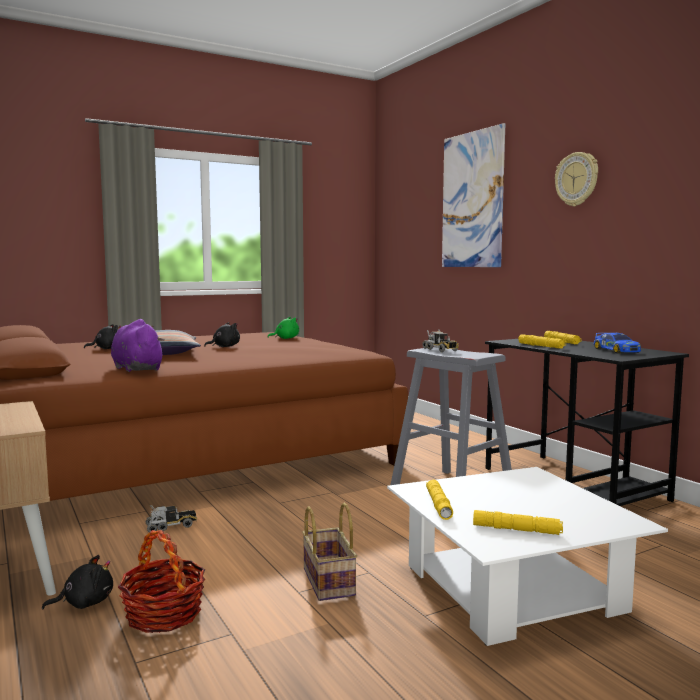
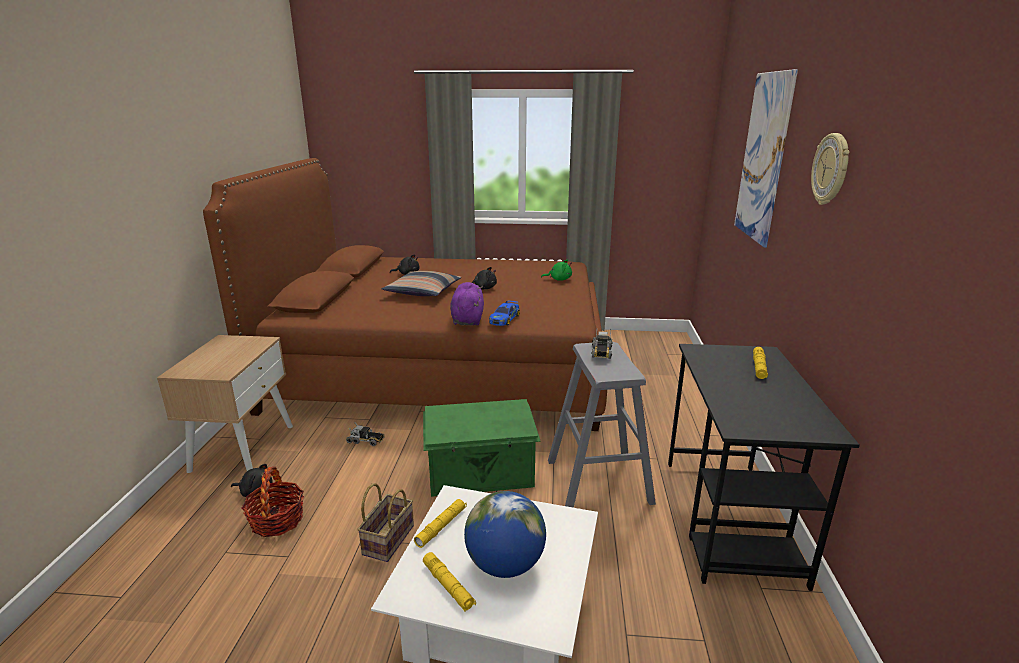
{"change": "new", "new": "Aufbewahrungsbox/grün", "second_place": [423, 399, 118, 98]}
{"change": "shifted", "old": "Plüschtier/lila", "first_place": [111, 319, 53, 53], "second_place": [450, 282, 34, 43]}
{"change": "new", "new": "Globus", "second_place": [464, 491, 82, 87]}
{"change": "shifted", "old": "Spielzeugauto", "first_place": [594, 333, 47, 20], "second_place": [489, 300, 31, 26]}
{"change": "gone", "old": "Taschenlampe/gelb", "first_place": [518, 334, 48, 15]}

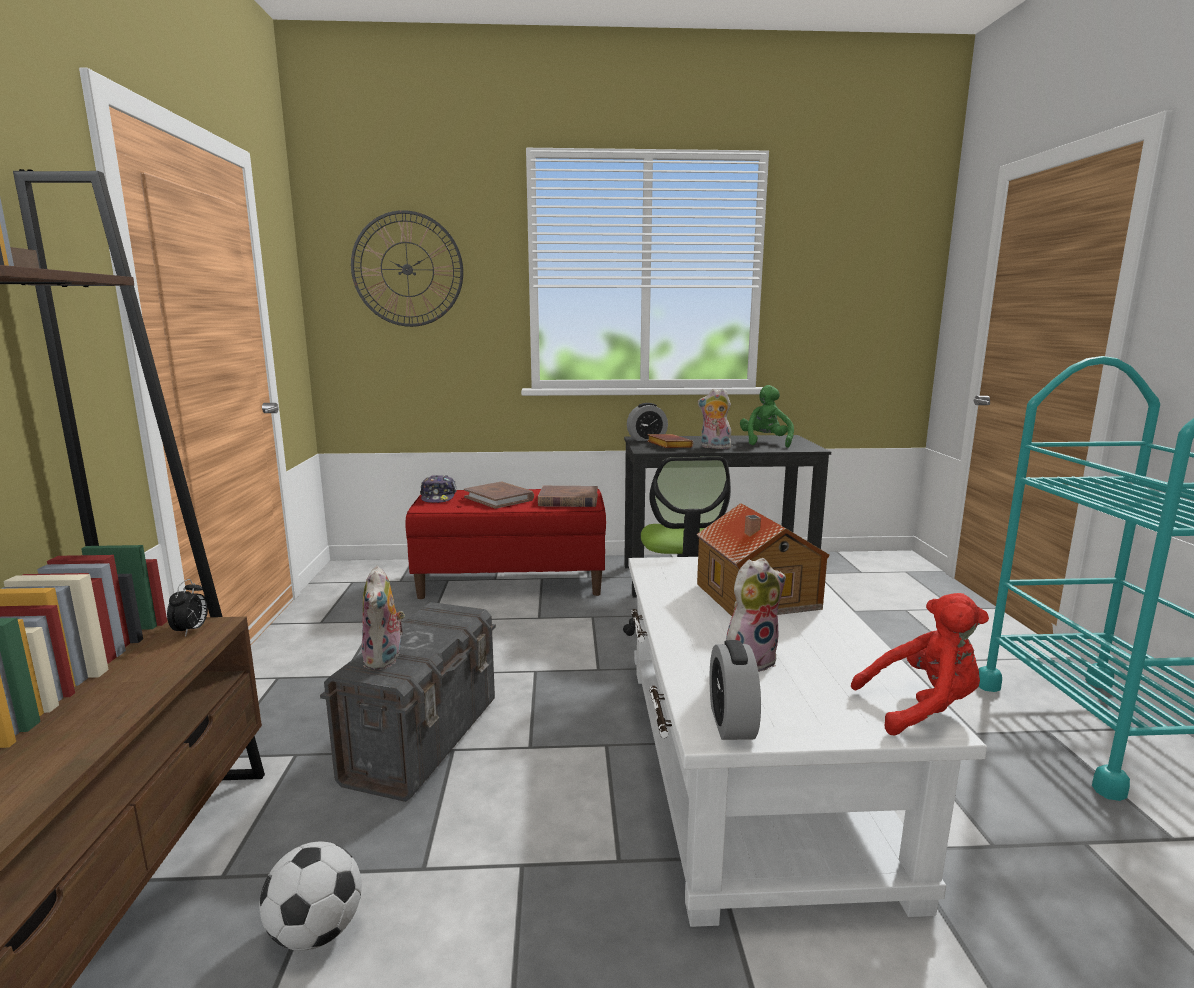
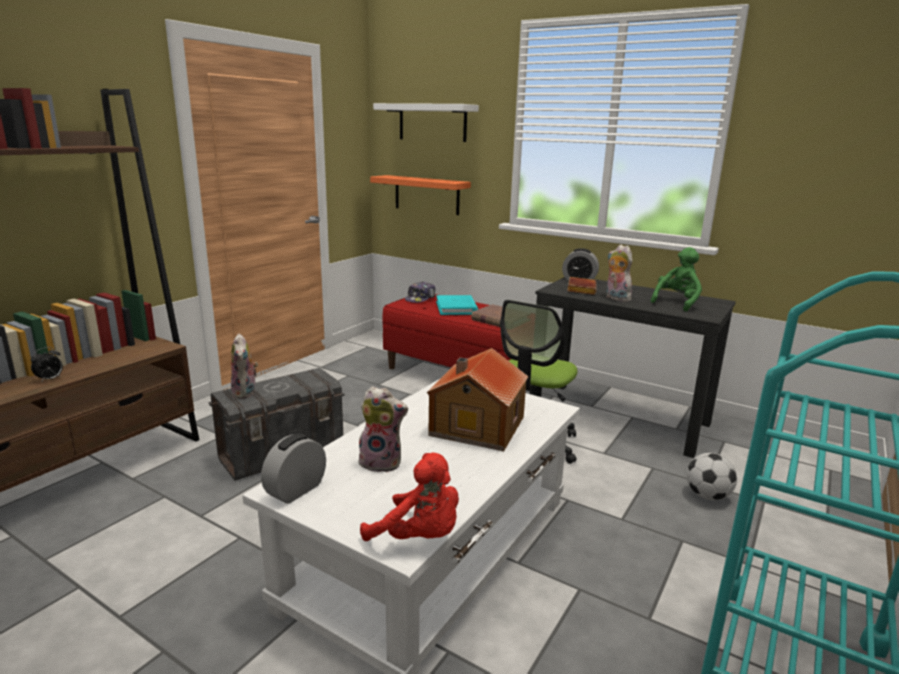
{"change": "shifted", "old": "Wecker", "first_place": [167, 579, 41, 58], "second_place": [31, 347, 32, 36]}
{"change": "rotated", "old": "Plüschtier", "first_place": [362, 566, 43, 104], "second_place": [231, 334, 27, 65], "degrees": -45}
{"change": "new", "new": "Wandregal/orange", "second_place": [370, 175, 101, 40]}
{"change": "swapped", "old": "Wanduhr", "new": "Wandregal/weiß", "first_place": [351, 210, 112, 117], "second_place": [373, 103, 106, 39]}
{"change": "repainted", "old": "Buch/braun", "new": "Buch/türkis", "first_place": [464, 482, 70, 27], "second_place": [436, 295, 42, 20]}
{"change": "shifted", "old": "Fußball", "first_place": [260, 841, 102, 110], "second_place": [687, 453, 50, 47]}

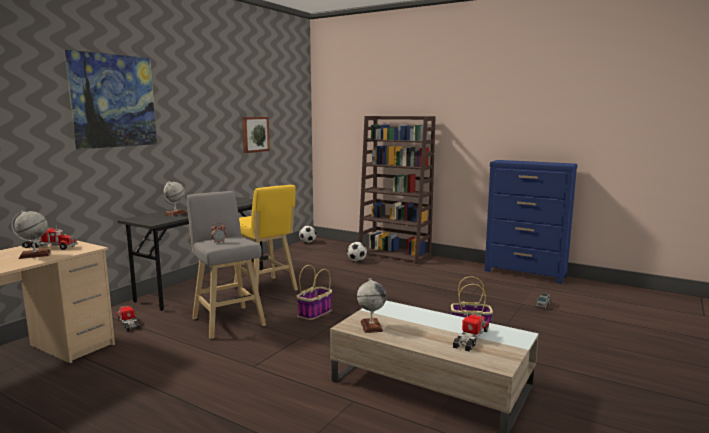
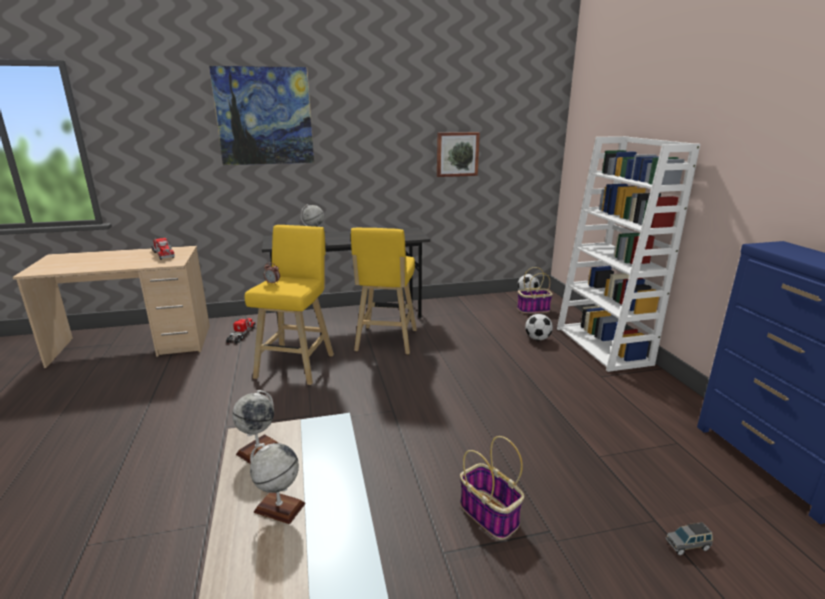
{"change": "repainted", "old": "Hocker/grau", "new": "Hocker/gelb", "first_place": [187, 191, 79, 148], "second_place": [245, 225, 89, 160]}
{"change": "shifted", "old": "Globus", "first_place": [11, 210, 40, 49], "second_place": [250, 443, 55, 81]}
{"change": "shifted", "old": "Korb", "first_place": [296, 265, 36, 55], "second_place": [517, 267, 36, 46]}
{"change": "repainted", "old": "Bücherregal/braun", "new": "Bücherregal/weiß", "first_place": [359, 116, 77, 148], "second_place": [557, 136, 143, 236]}
{"change": "gone", "old": "Spielzeuglaster", "first_place": [453, 311, 36, 41]}

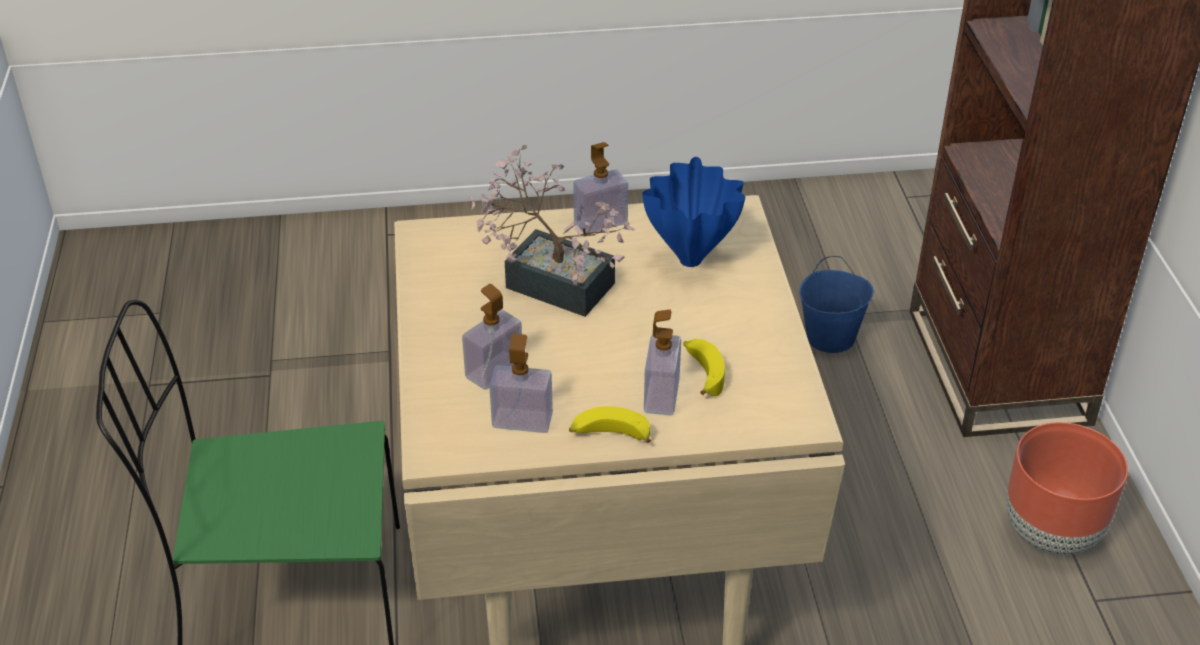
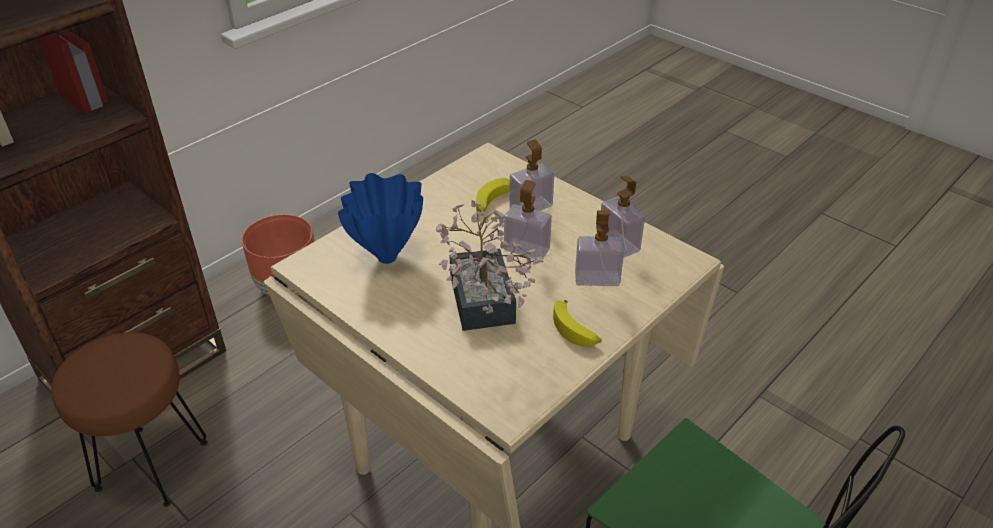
{"change": "swapped", "old": "Eimer/blau", "new": "Hocker/braun", "first_place": [799, 256, 75, 97], "second_place": [51, 332, 157, 175]}
{"change": "shifted", "old": "Seifenspender", "first_place": [573, 142, 55, 92], "second_place": [504, 180, 48, 79]}
{"change": "shifted", "old": "Banane", "first_place": [569, 406, 82, 37], "second_place": [553, 300, 49, 47]}

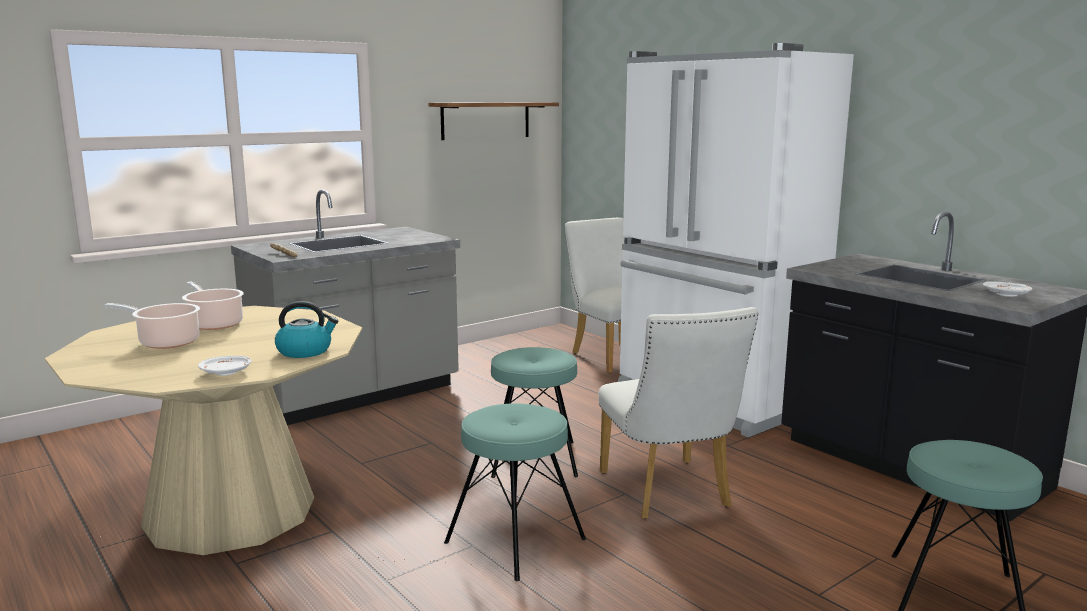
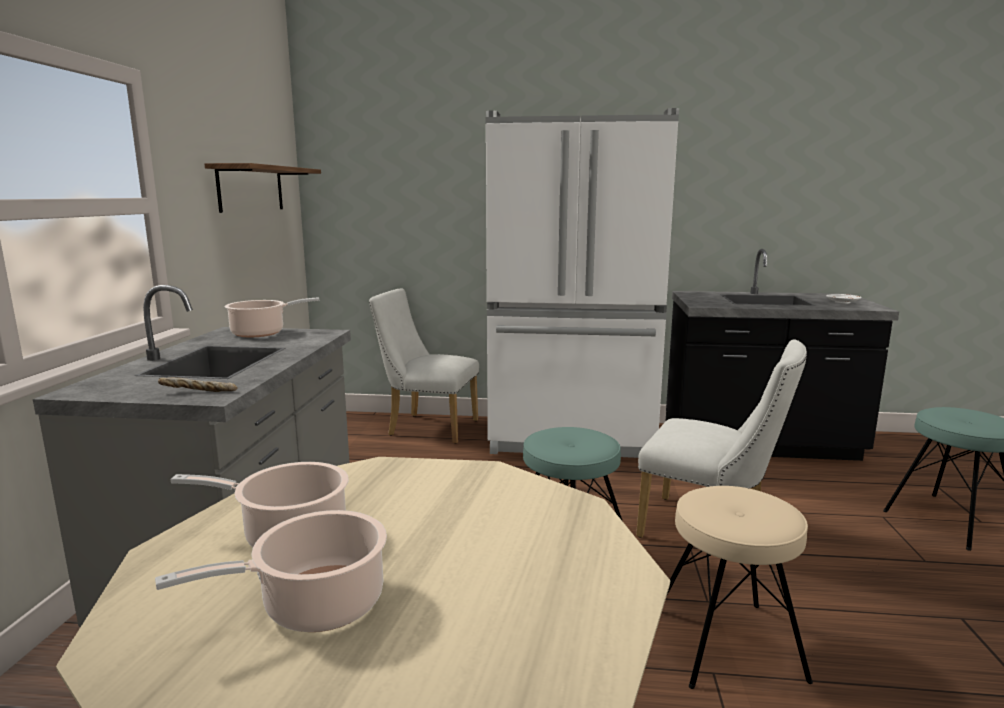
{"change": "new", "new": "Kochtopf", "second_place": [224, 298, 95, 39]}
{"change": "repainted", "old": "Hocker/türkis", "new": "Hocker/beige", "first_place": [444, 403, 142, 178], "second_place": [666, 486, 147, 203]}
{"change": "gone", "old": "Teller/weiß", "first_place": [198, 356, 53, 20]}
{"change": "gone", "old": "Wasserkessel", "first_place": [275, 301, 63, 57]}

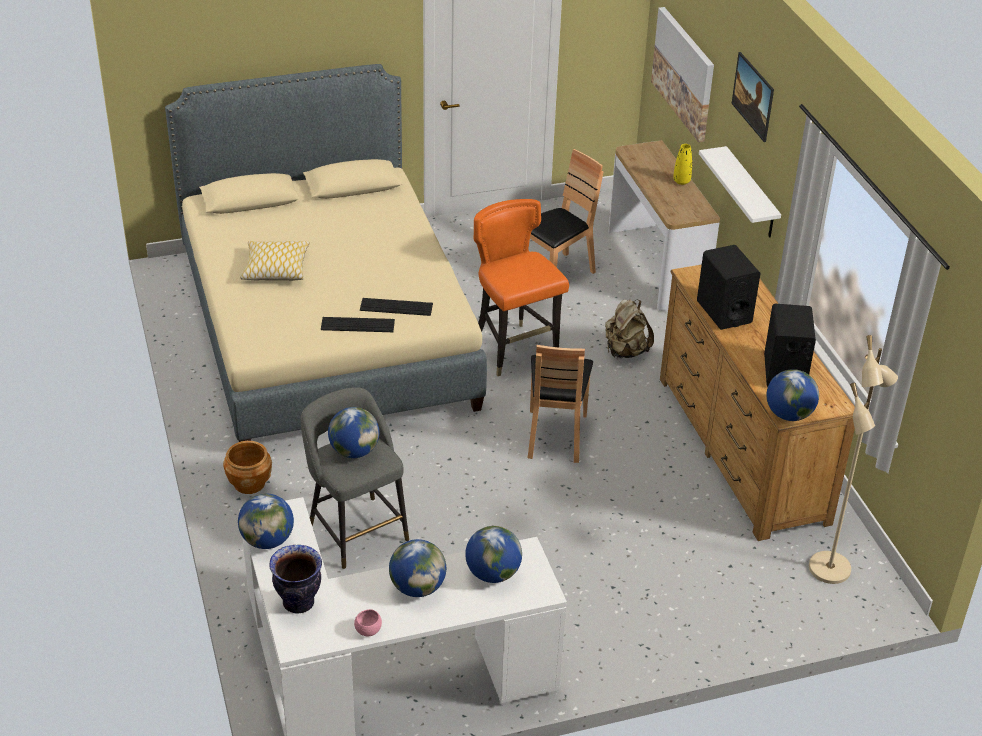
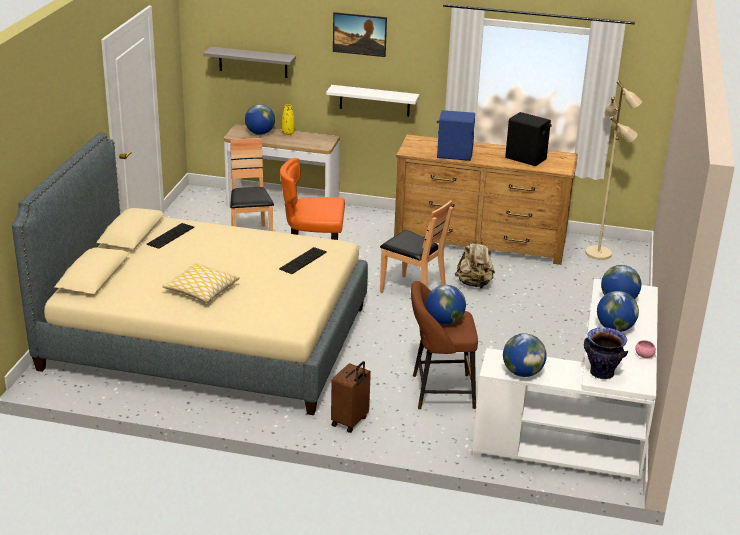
{"change": "shifted", "old": "Tastatur", "first_place": [321, 317, 74, 15], "second_place": [147, 223, 47, 26]}
{"change": "swapped", "old": "Bild", "new": "Wandregal/grau", "first_place": [651, 7, 63, 135], "second_place": [203, 47, 93, 31]}
{"change": "shifted", "old": "Globus", "first_place": [766, 369, 53, 52], "second_place": [245, 104, 30, 31]}
{"change": "swapped", "old": "Pflanzkübel/braun", "new": "Koffer/braun", "first_place": [223, 441, 49, 53], "second_place": [331, 361, 40, 72]}
{"change": "repainted", "old": "Hocker/grau", "new": "Hocker/braun", "first_place": [301, 387, 108, 182], "second_place": [411, 281, 67, 129]}
{"change": "repainted", "old": "Lautsprecher/schwarz", "new": "Lautsprecher/blau", "first_place": [697, 245, 64, 85], "second_place": [437, 110, 38, 51]}
{"change": "shifted", "old": "Rucksack/beige", "first_place": [605, 299, 49, 59], "second_place": [455, 238, 40, 51]}

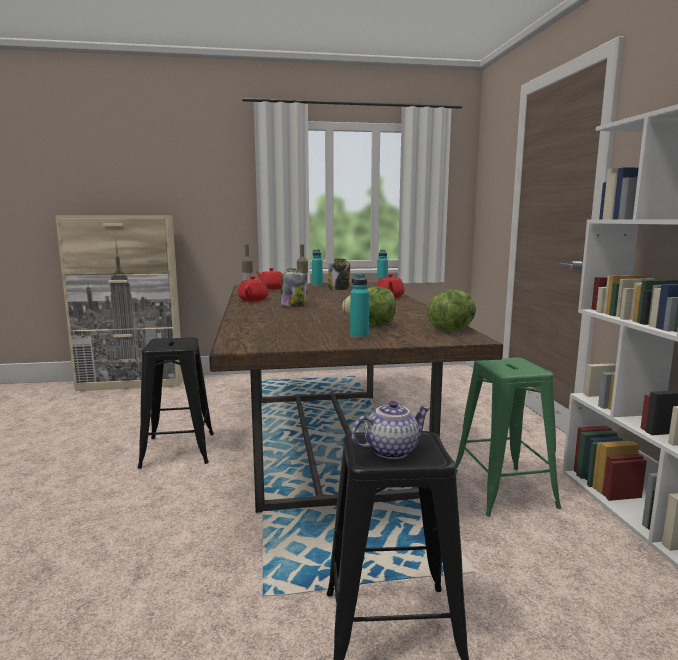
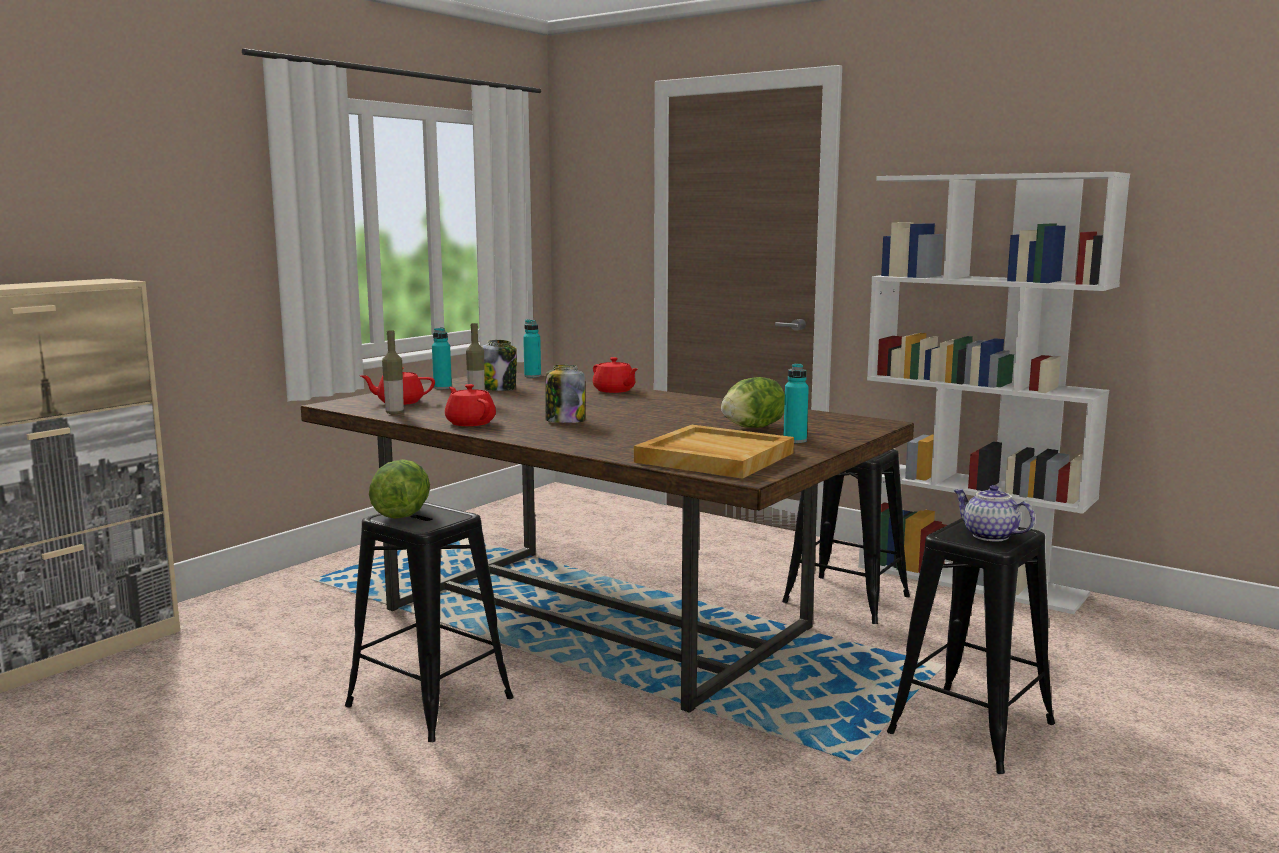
{"change": "shifted", "old": "Salatkopf", "first_place": [427, 290, 49, 41], "second_place": [369, 459, 61, 60]}
{"change": "new", "new": "Tablett/beige", "second_place": [634, 425, 160, 54]}
{"change": "repainted", "old": "Hocker/grün", "new": "Hocker/schwarz", "first_place": [455, 358, 106, 159], "second_place": [782, 449, 128, 175]}
{"change": "rotated", "old": "Teekanne", "first_place": [352, 401, 78, 58], "second_place": [953, 485, 82, 56], "degrees": -60}

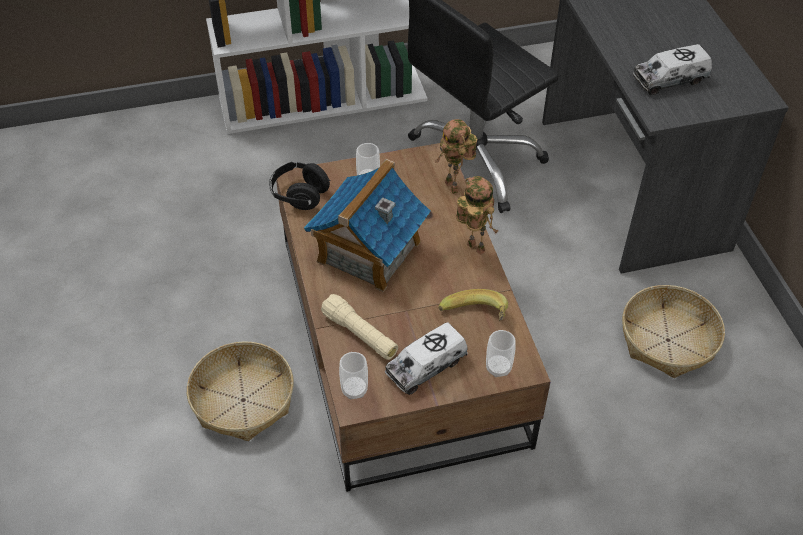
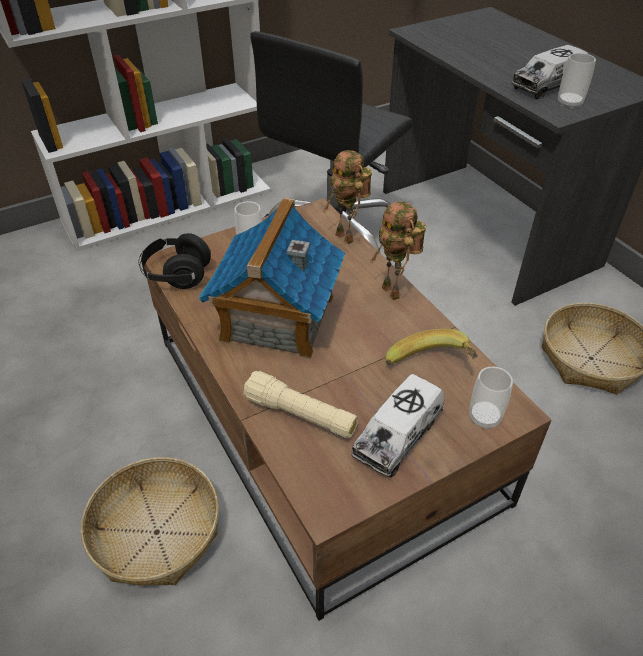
{"change": "rotated", "old": "Spielzeugroboter", "first_place": [456, 176, 42, 79], "second_place": [370, 201, 56, 99], "degrees": -150}
{"change": "shifted", "old": "Tasse", "first_place": [339, 352, 29, 47], "second_place": [558, 53, 38, 56]}

